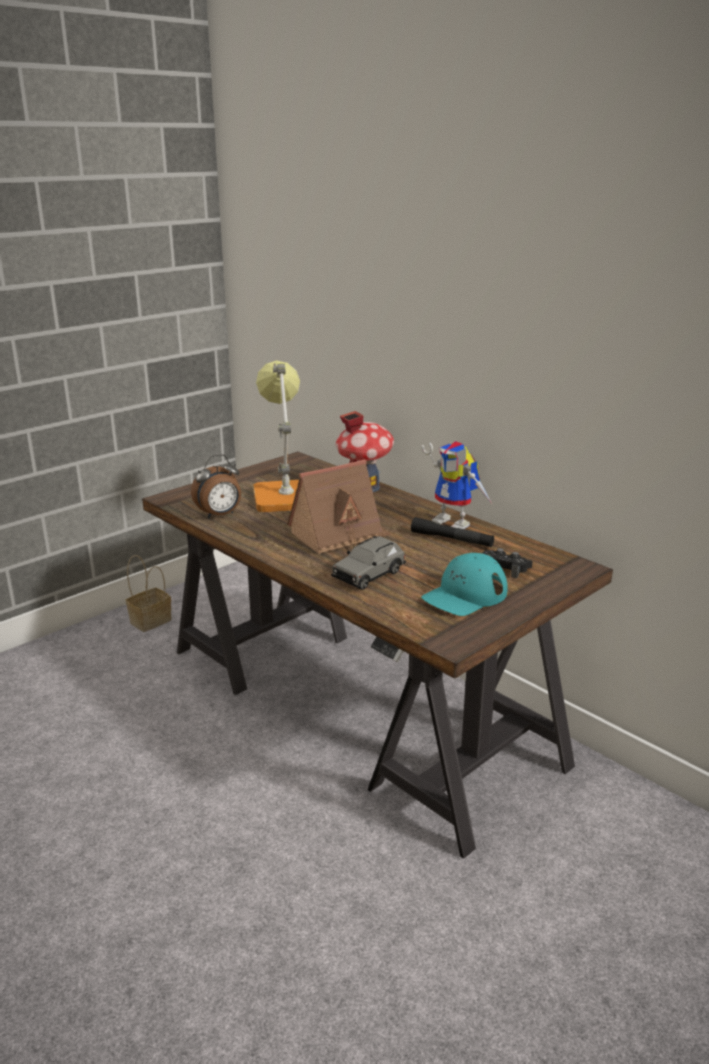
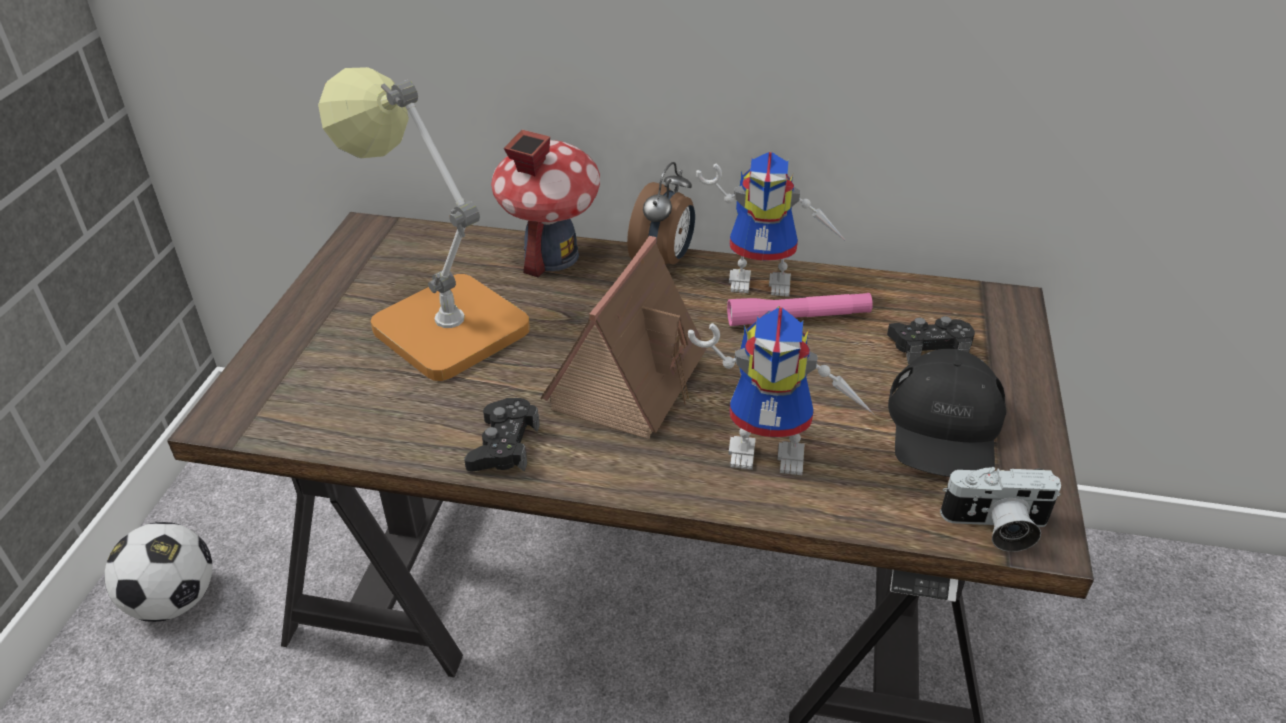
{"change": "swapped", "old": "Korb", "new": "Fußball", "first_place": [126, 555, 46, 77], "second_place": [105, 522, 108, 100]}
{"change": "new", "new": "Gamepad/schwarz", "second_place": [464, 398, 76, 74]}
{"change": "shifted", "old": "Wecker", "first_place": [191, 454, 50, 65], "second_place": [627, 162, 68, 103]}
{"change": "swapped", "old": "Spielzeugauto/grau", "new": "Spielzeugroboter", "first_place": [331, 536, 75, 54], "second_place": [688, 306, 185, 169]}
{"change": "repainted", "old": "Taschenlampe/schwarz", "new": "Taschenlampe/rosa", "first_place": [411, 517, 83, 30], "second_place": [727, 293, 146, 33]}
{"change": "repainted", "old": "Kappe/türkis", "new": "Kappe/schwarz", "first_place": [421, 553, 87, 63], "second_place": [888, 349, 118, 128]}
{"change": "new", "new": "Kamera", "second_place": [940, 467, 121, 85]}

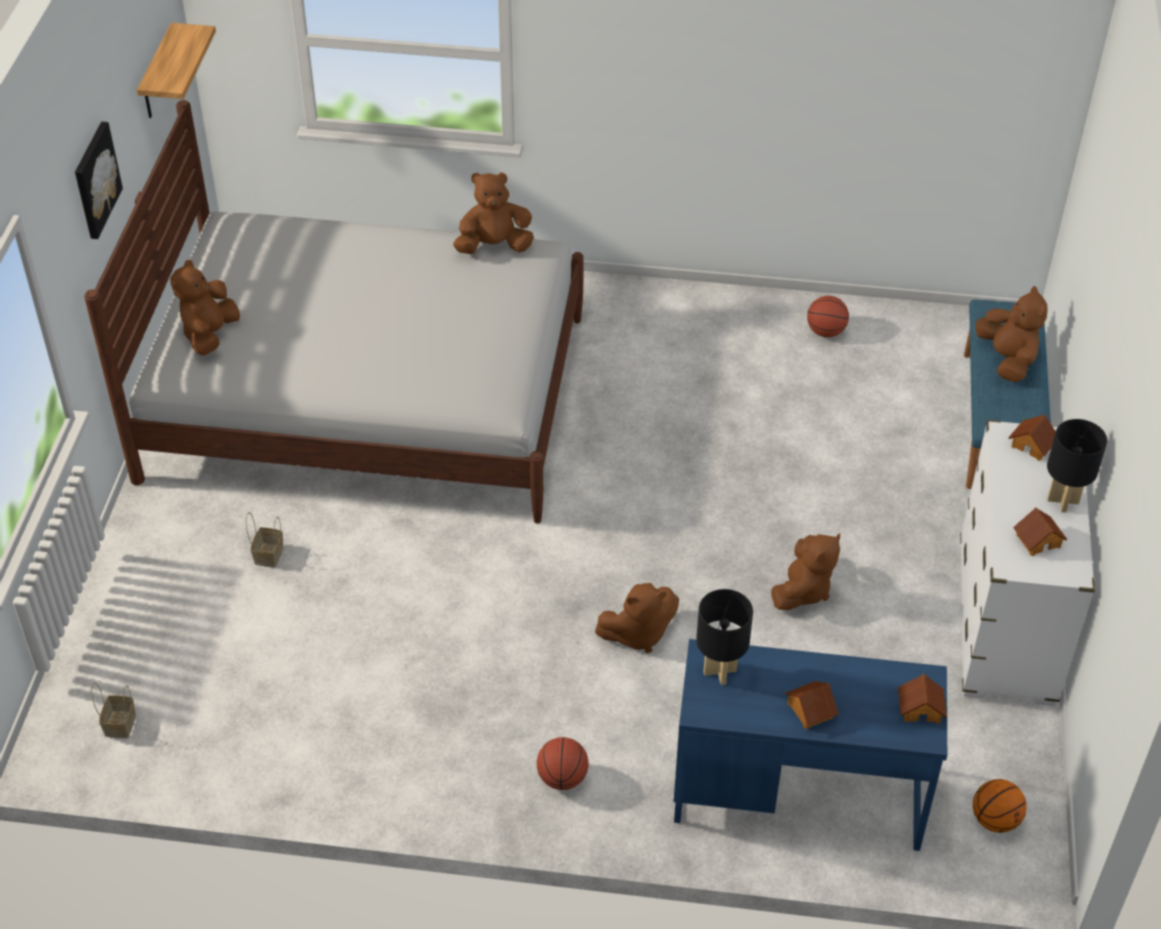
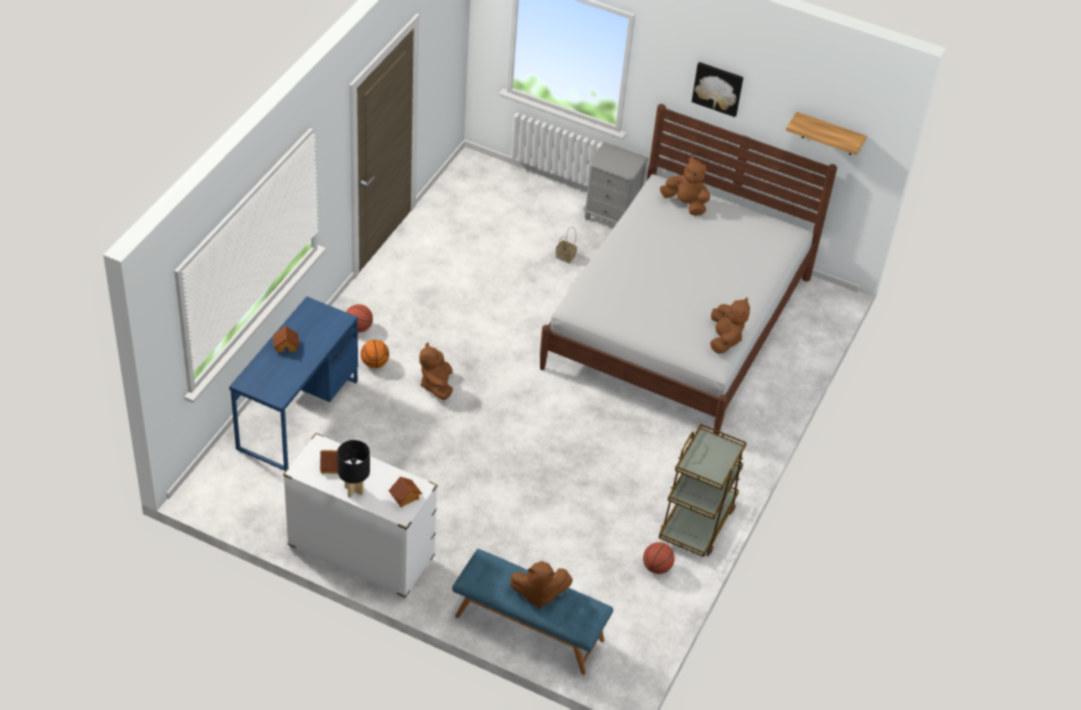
{"change": "shifted", "old": "Basketball", "first_place": [973, 779, 54, 54], "second_place": [361, 340, 28, 28]}
{"change": "new", "new": "Nachttisch/grau", "second_place": [583, 142, 66, 82]}
{"change": "new", "new": "Rollwagen/braun", "second_place": [659, 424, 88, 133]}
{"change": "gone", "old": "Korb", "first_place": [91, 683, 45, 55]}
{"change": "gone", "old": "Tischlampe/schwarz", "first_place": [696, 589, 57, 96]}
{"change": "gone", "old": "Plüschtier/braun", "first_place": [771, 533, 69, 77]}
{"change": "gone", "old": "Spielzeughaus", "first_place": [898, 674, 49, 49]}

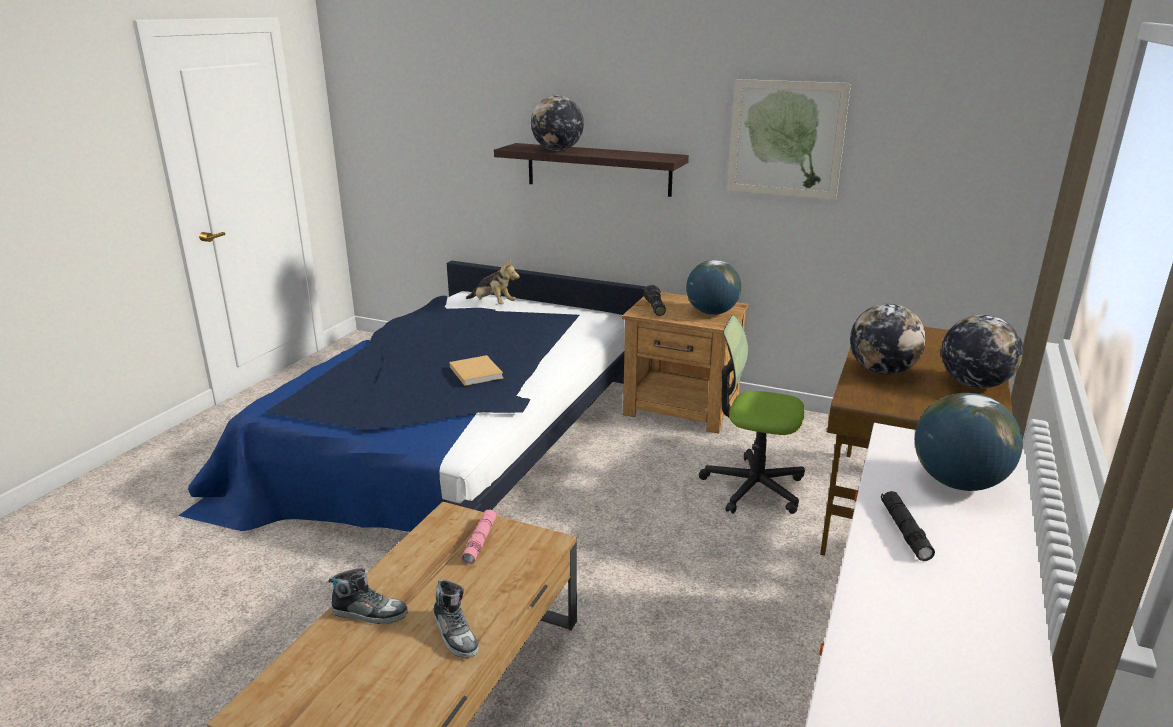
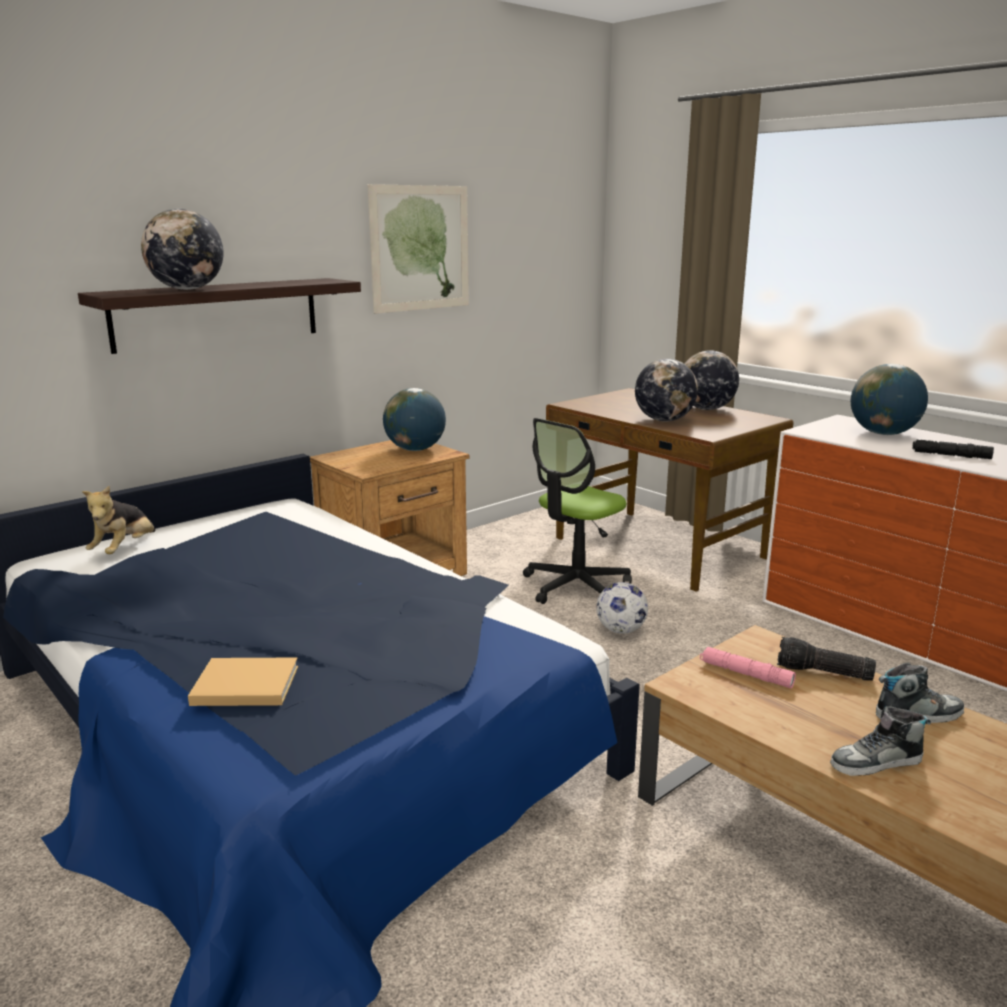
{"change": "rotated", "old": "Plüschtier", "first_place": [466, 259, 53, 45], "second_place": [82, 486, 73, 68], "degrees": 135}
{"change": "shifted", "old": "Buch/beige", "first_place": [450, 355, 53, 31], "second_place": [188, 658, 110, 48]}
{"change": "new", "new": "Fußball", "second_place": [596, 582, 52, 52]}
{"change": "shifted", "old": "Taschenlampe", "first_place": [644, 285, 22, 31], "second_place": [777, 637, 99, 44]}
{"change": "rotated", "old": "Schuh", "first_place": [328, 568, 80, 56], "second_place": [830, 706, 101, 70], "degrees": -135}

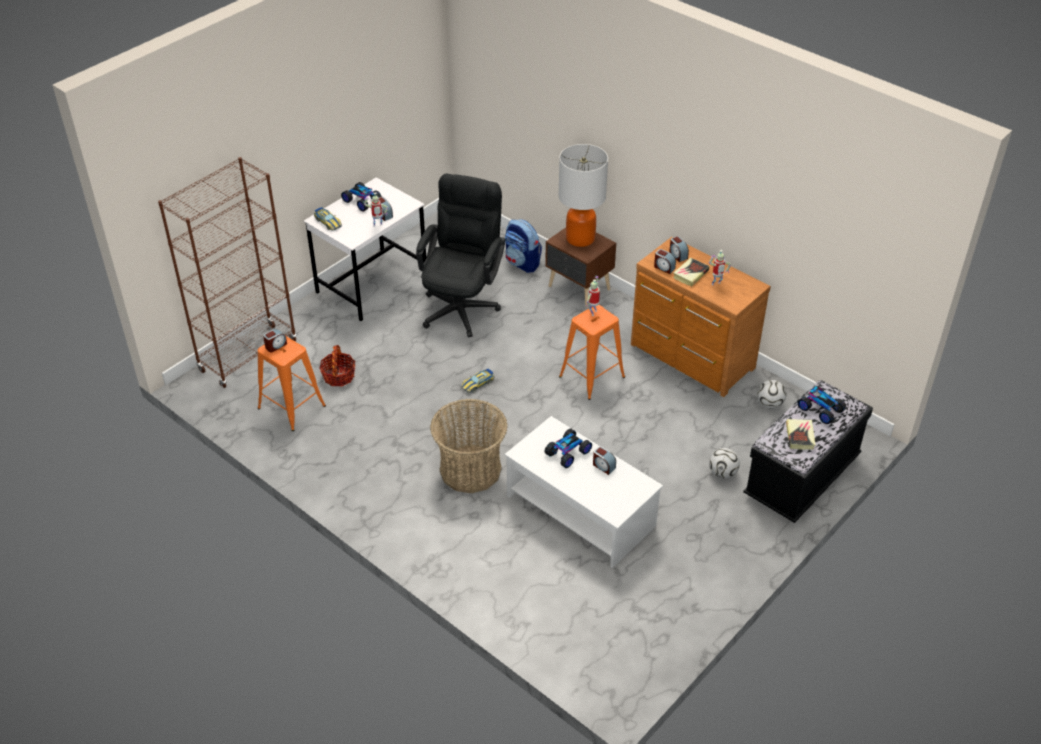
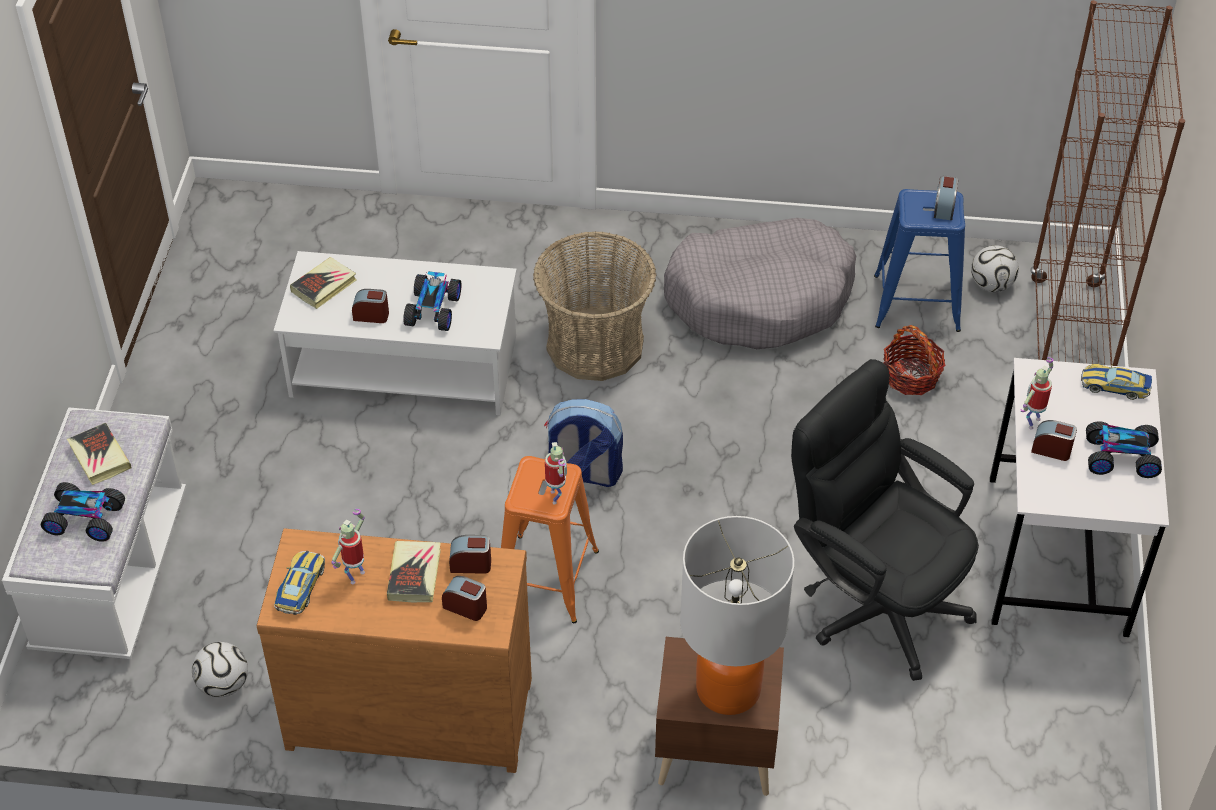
{"change": "repainted", "old": "Bank/schwarz", "new": "Bank/weiß", "first_place": [743, 380, 130, 143], "second_place": [2, 407, 184, 252]}
{"change": "shifted", "old": "Spielzeugauto", "first_place": [461, 369, 33, 24], "second_place": [274, 551, 51, 64]}
{"change": "new", "new": "Buch", "second_place": [290, 257, 67, 52]}
{"change": "shifted", "old": "Rucksack", "first_place": [505, 219, 37, 54], "second_place": [544, 399, 79, 88]}
{"change": "new", "new": "Hundebett/grau", "second_place": [664, 218, 192, 131]}
{"change": "rotated", "old": "Bürostuhl/schwarz", "first_place": [416, 174, 90, 163], "second_place": [791, 359, 188, 322], "degrees": 150}
{"change": "repainted", "old": "Hocker/orange", "new": "Hocker/blau", "first_place": [258, 336, 68, 95], "second_place": [874, 189, 91, 143]}
{"change": "shifted", "old": "Fußball", "first_place": [709, 448, 31, 30], "second_place": [971, 245, 48, 47]}

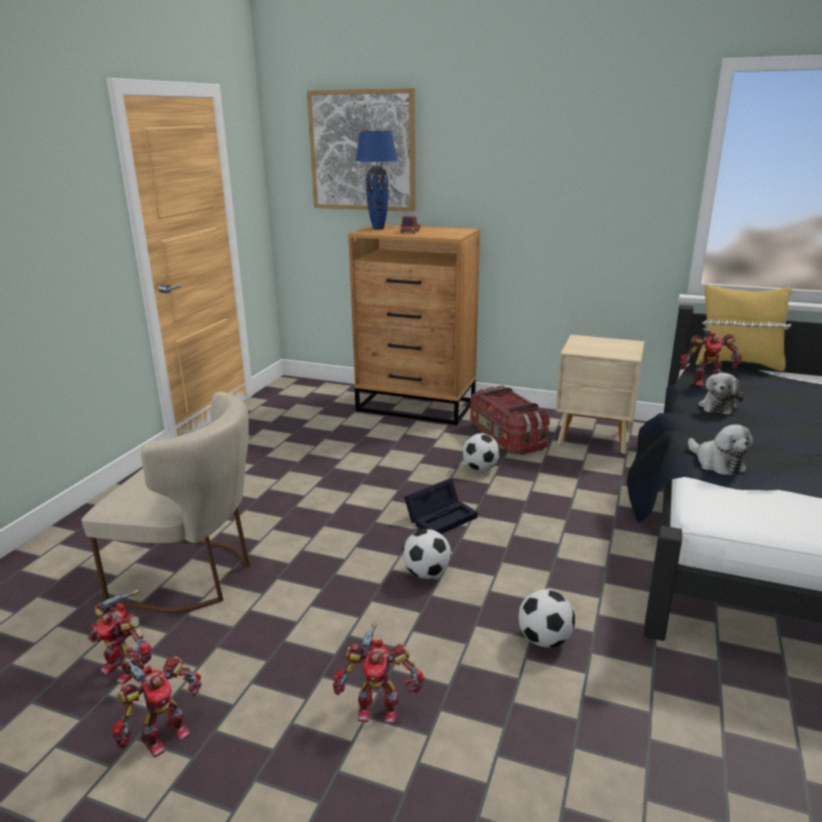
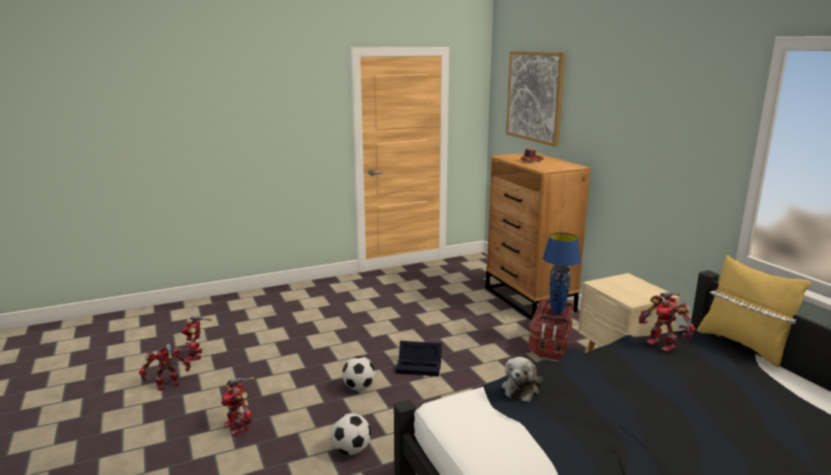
{"change": "rotated", "old": "Spielzeugroboter", "first_place": [111, 656, 90, 102], "second_place": [139, 343, 52, 48], "degrees": 150}
{"change": "shifted", "old": "Tischlampe/blau", "first_place": [356, 131, 41, 99], "second_place": [543, 233, 38, 82]}
{"change": "gone", "old": "Stuhl/beige", "first_place": [82, 391, 168, 222]}
{"change": "gone", "old": "Fußball", "first_place": [462, 433, 38, 38]}
{"change": "gone", "old": "Plüschtier", "first_place": [699, 373, 45, 41]}

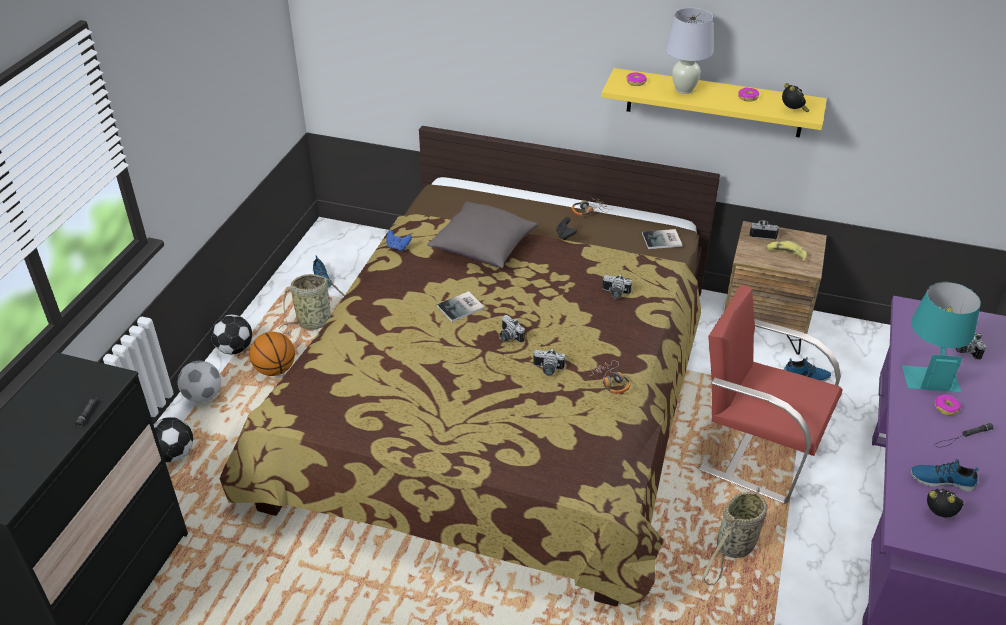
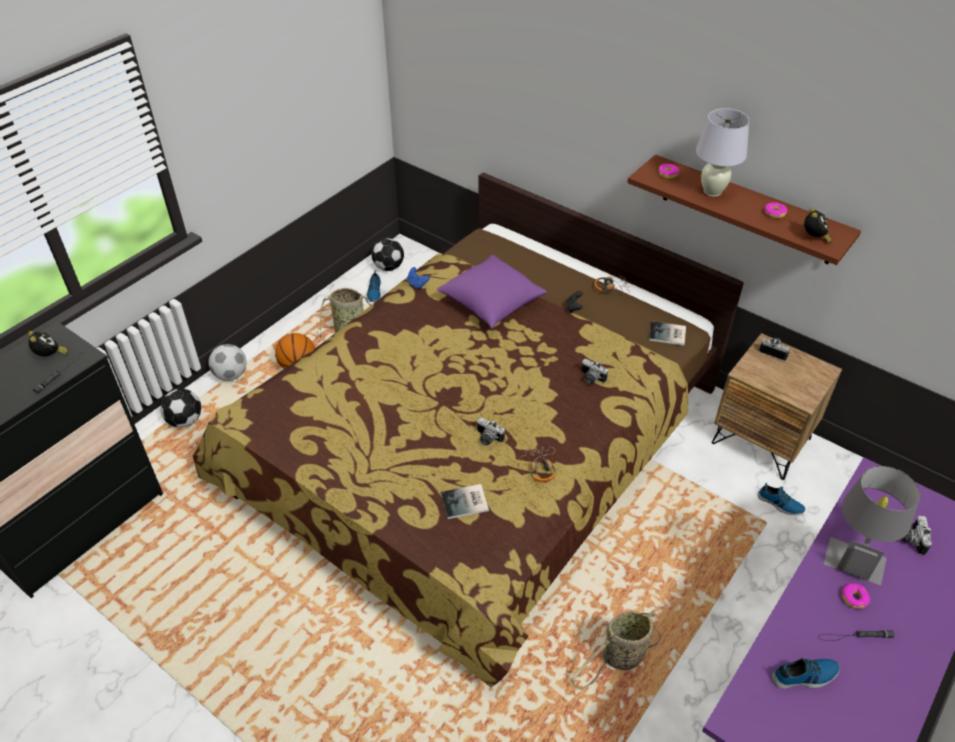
{"change": "shifted", "old": "Wecker", "first_place": [927, 489, 37, 28], "second_place": [28, 331, 40, 25]}
{"change": "shifted", "old": "Fußball", "first_place": [211, 315, 41, 39], "second_place": [371, 238, 33, 33]}
{"change": "repainted", "old": "Kissen/grau", "new": "Kissen/lila", "first_place": [427, 202, 111, 66], "second_place": [437, 255, 110, 73]}
{"change": "shifted", "old": "Buch", "first_place": [437, 291, 48, 31], "second_place": [441, 484, 48, 35]}
{"change": "repainted", "old": "Wandregal/gelb", "new": "Wandregal/braun", "first_place": [601, 68, 226, 70], "second_place": [627, 155, 234, 110]}
{"change": "rotated", "old": "Schuh", "first_place": [910, 459, 69, 33], "second_place": [772, 658, 68, 31], "degrees": 135}
{"change": "repainted", "old": "Tischlampe/türkis", "new": "Tischlampe/grau", "first_place": [902, 282, 79, 110], "second_place": [824, 466, 96, 120]}
{"change": "gone", "old": "Kamera", "first_place": [499, 315, 26, 28]}
{"change": "gone", "old": "Stuhl/rot", "first_place": [699, 285, 144, 219]}
{"change": "gone", "old": "Banane", "first_place": [765, 241, 42, 21]}

